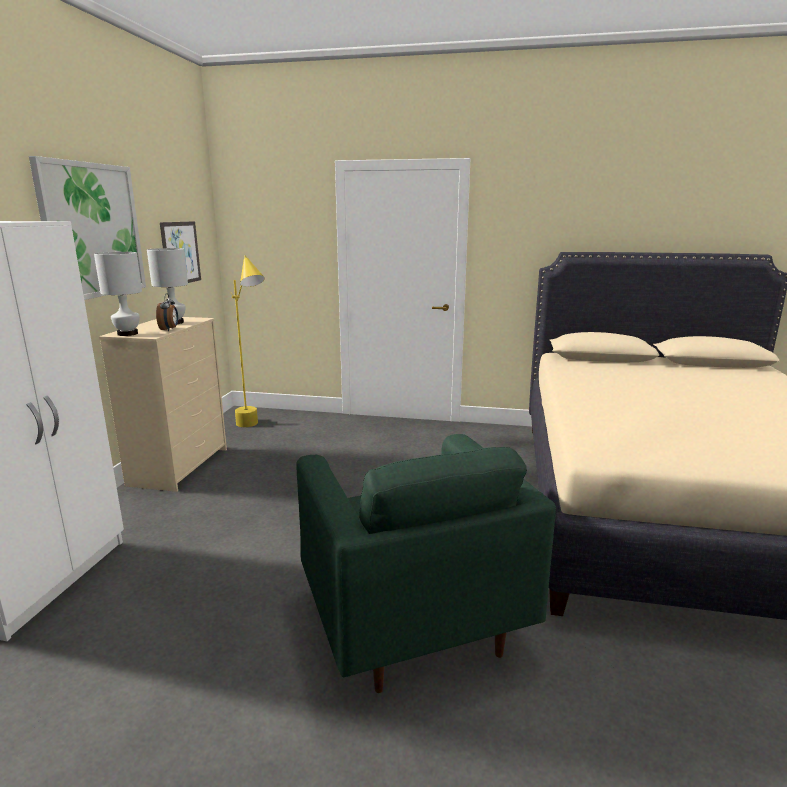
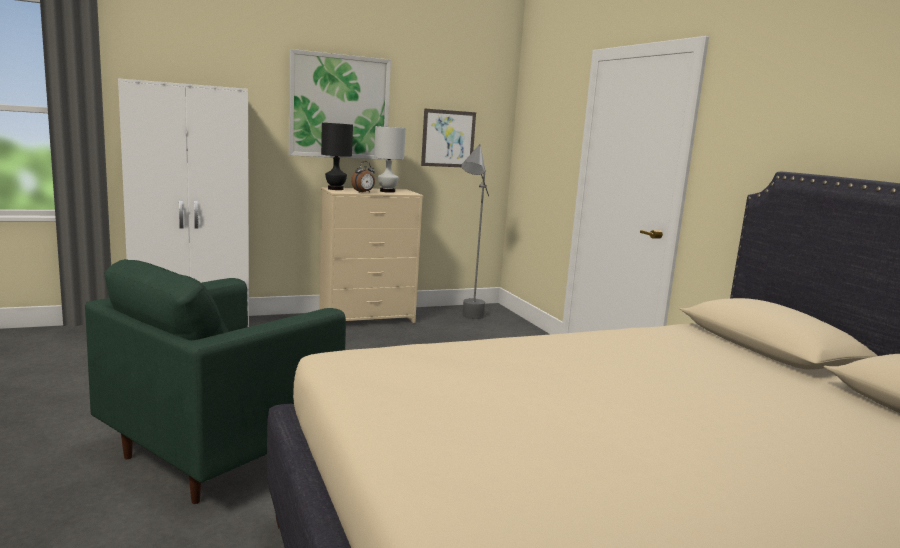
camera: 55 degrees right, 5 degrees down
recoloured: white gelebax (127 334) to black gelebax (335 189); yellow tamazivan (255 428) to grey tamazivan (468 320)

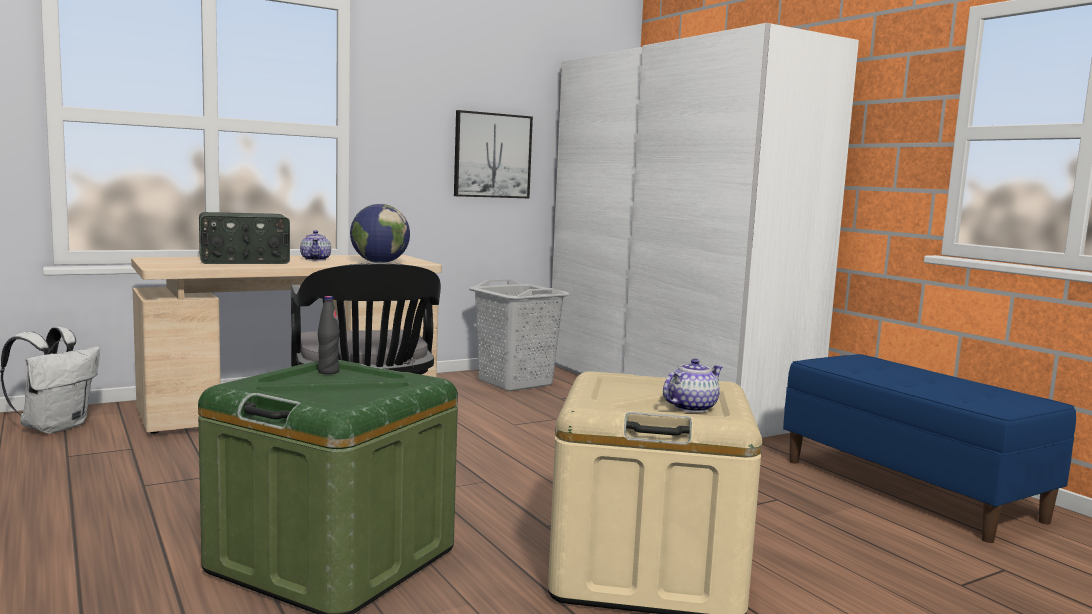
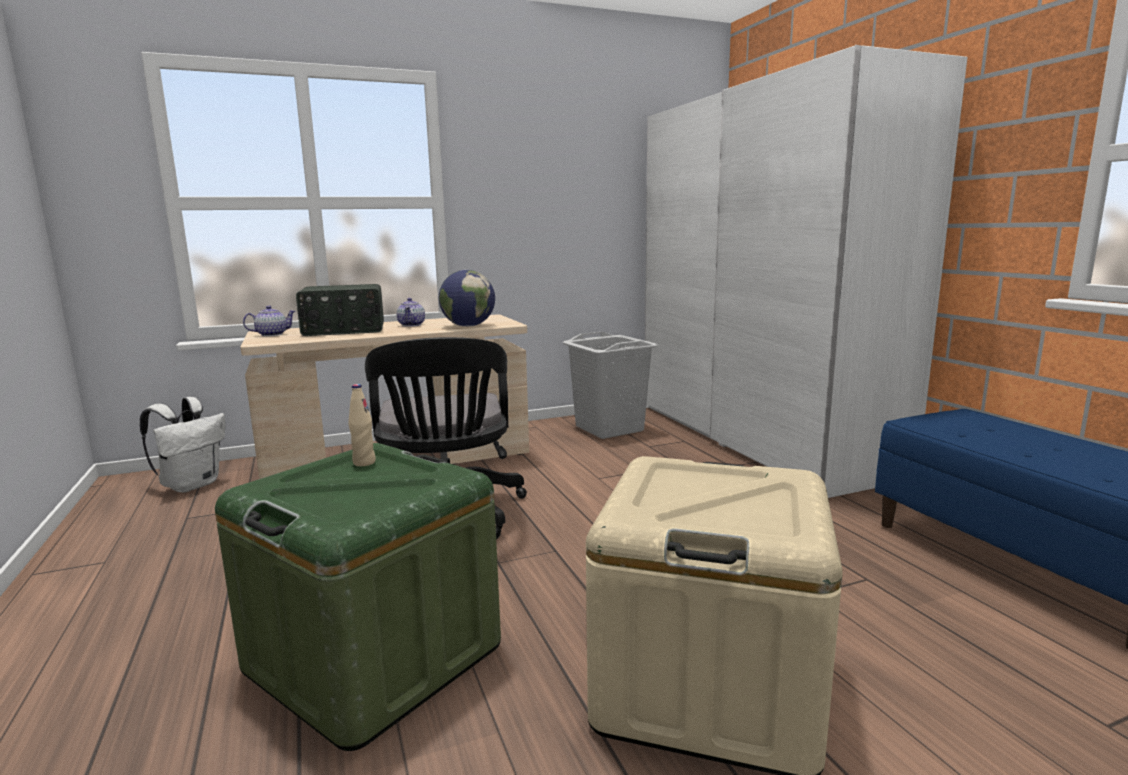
camera: 10 degrees right, 5 degrees up
removed: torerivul (492 155)
moved: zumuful (690 407) to (271 334)
recoloured: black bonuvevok (328 372) to beige bonuvevok (364 462)

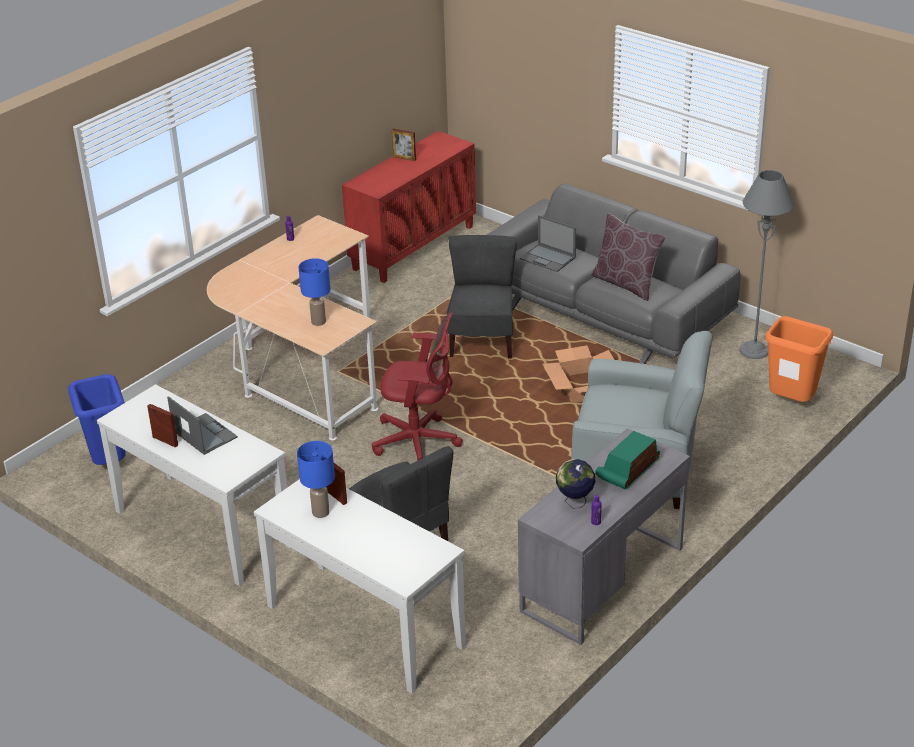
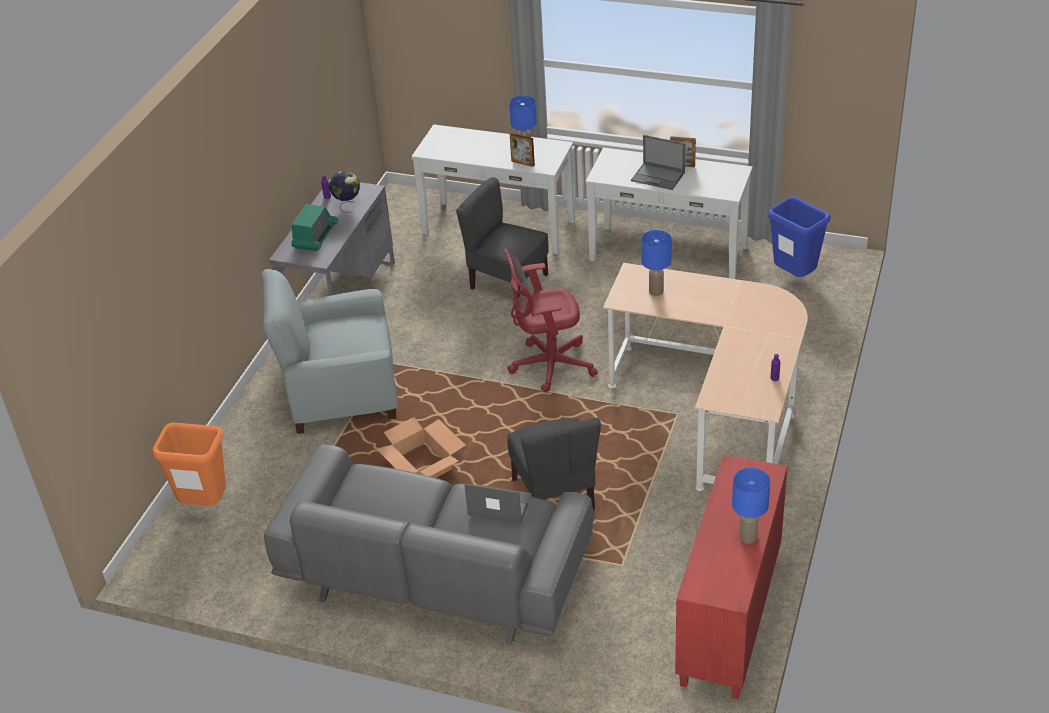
camera: 160 degrees right, 5 degrees up
removed: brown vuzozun (626 284); grey tamazivan (754 350)
replaced: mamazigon (404 158) to blue gelebax (747 537)

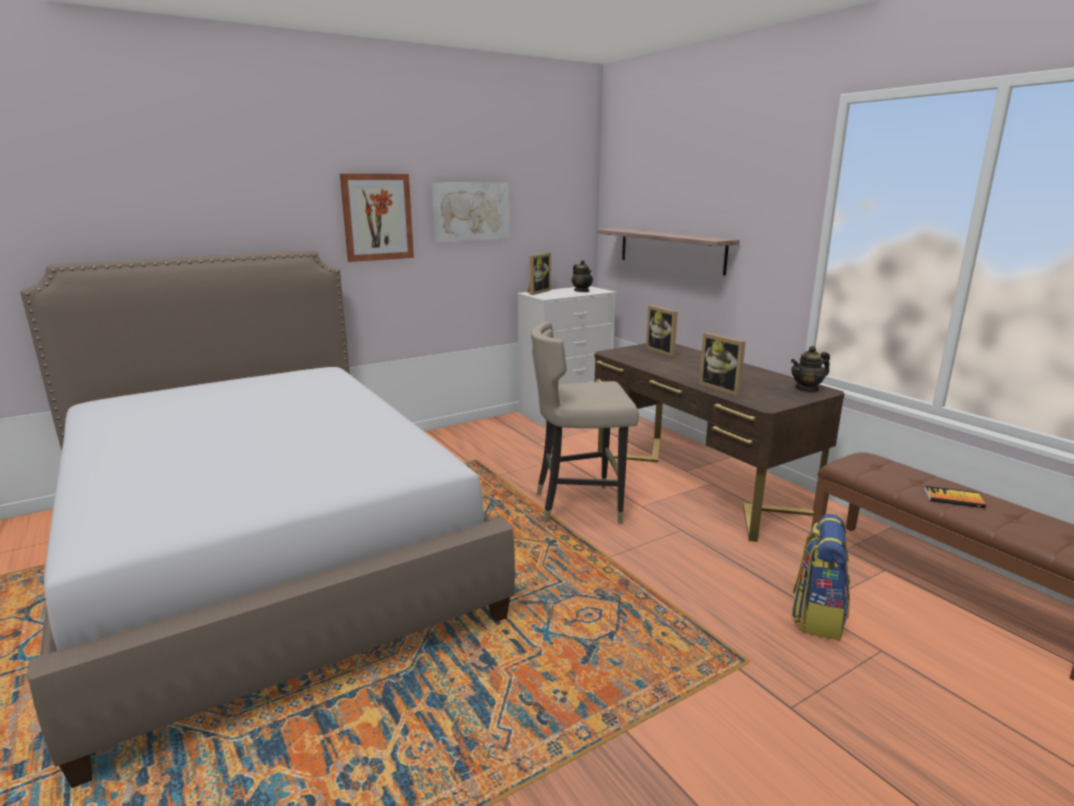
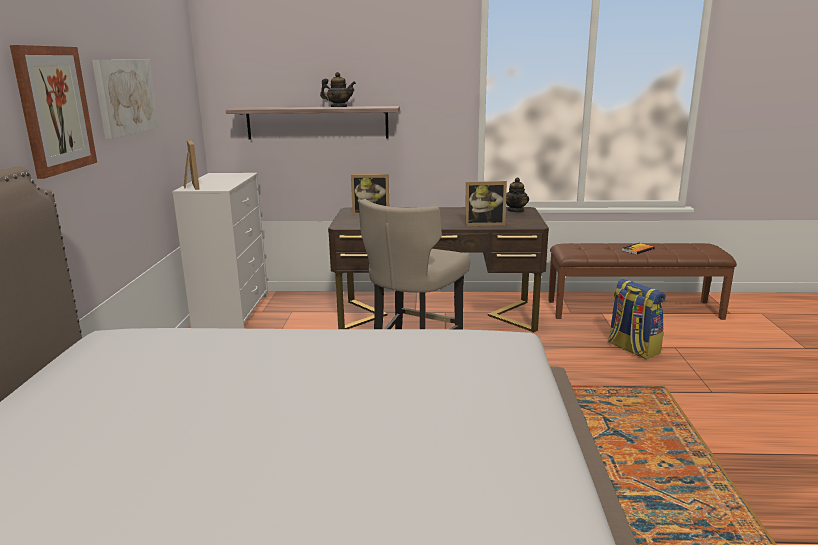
camera: 55 degrees left, 0 degrees up
moved: zumuful (582 291) to (339 107)

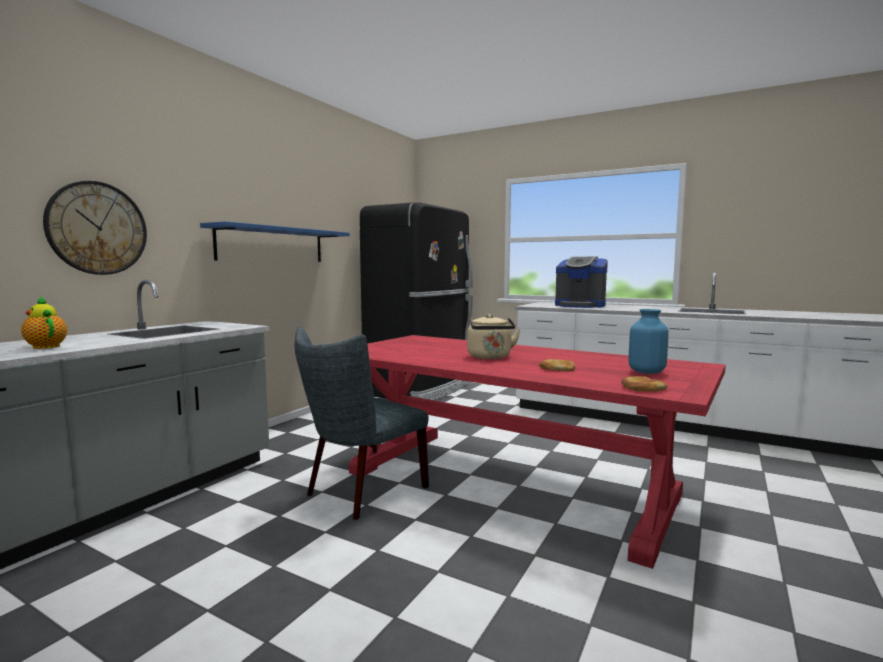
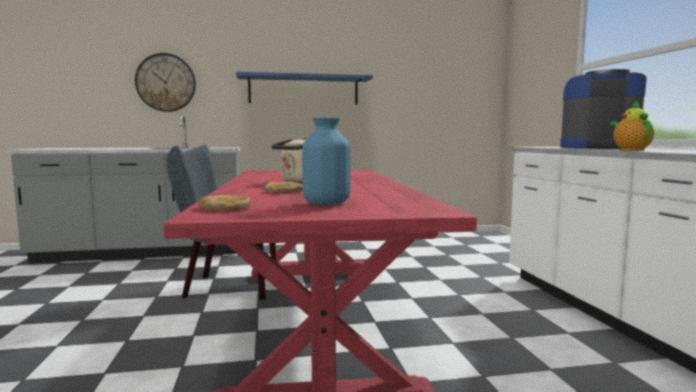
camera: 50 degrees right, 0 degrees up
removed: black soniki (421 389)
moved: zumuful (45 346) to (630 150)
turned: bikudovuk (580 306) = (597 148) 120 degrees clockwise

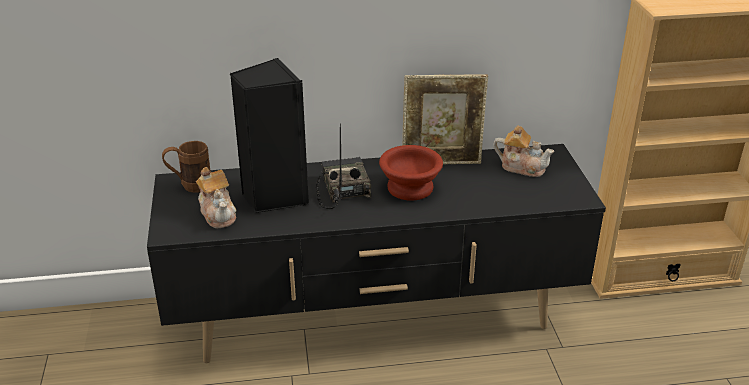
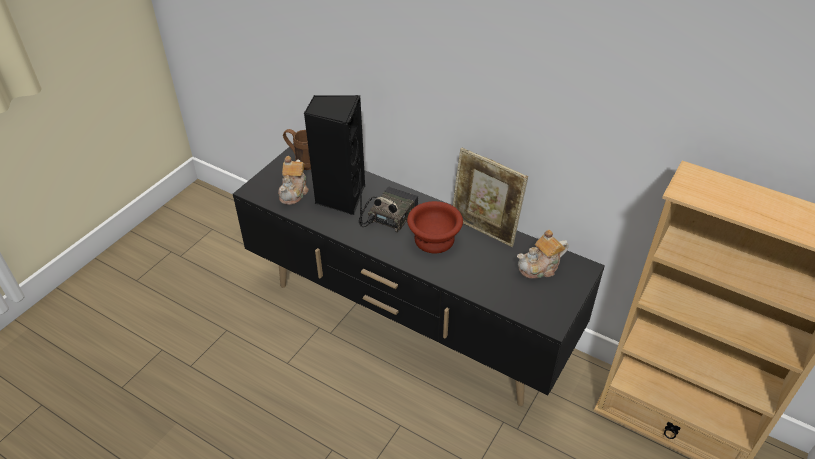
camera: 40 degrees right, 10 degrees up
turned: zumuful (522 167) = (540 268) 90 degrees clockwise

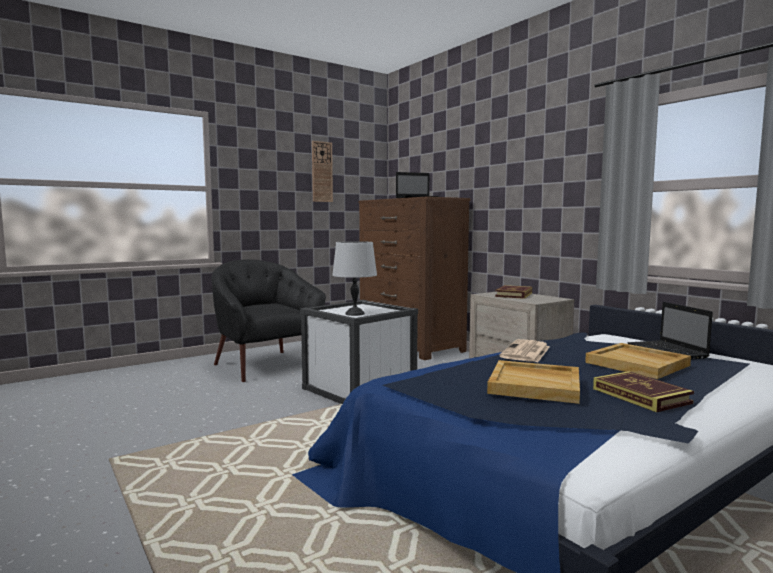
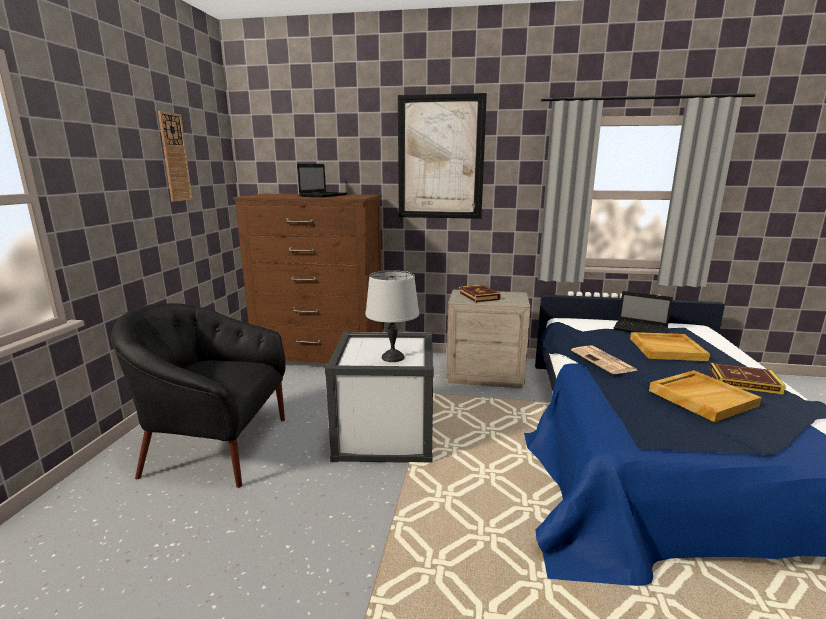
camera: 45 degrees left, 10 degrees up
added: torerivul (440 158)

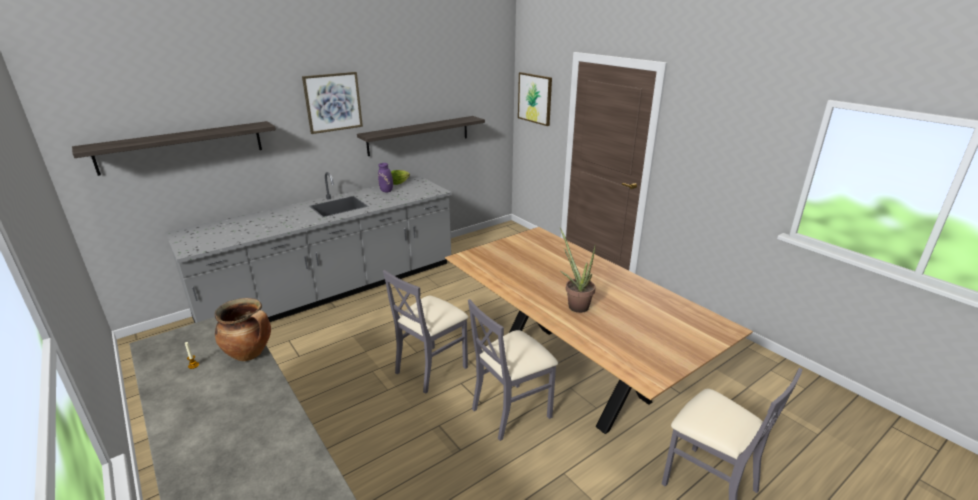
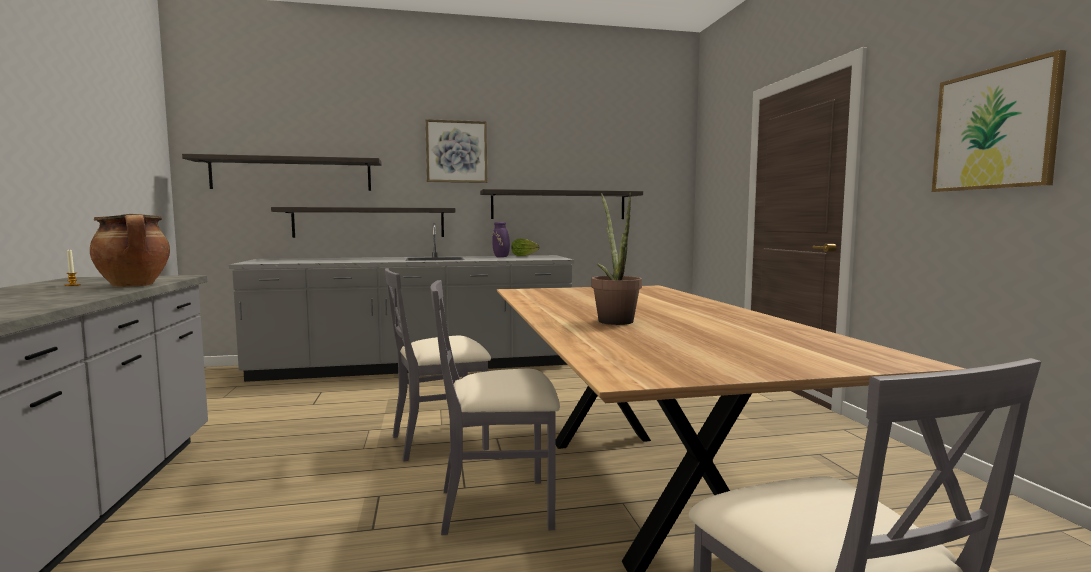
camera: 25 degrees right, 20 degrees down
added: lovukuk (369 222)
moved: torerivul (535 98) to (994 129)

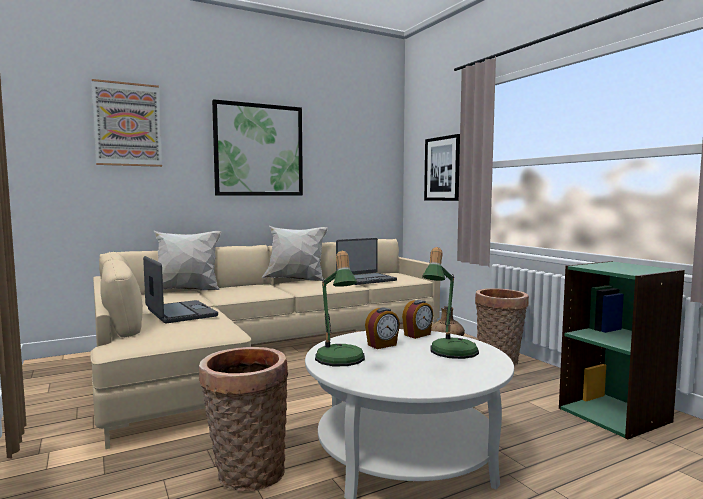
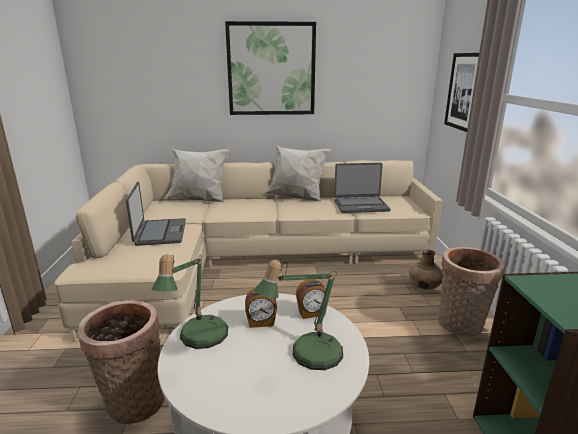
camera: 25 degrees right, 15 degrees up
removed: torerivul (128 124)

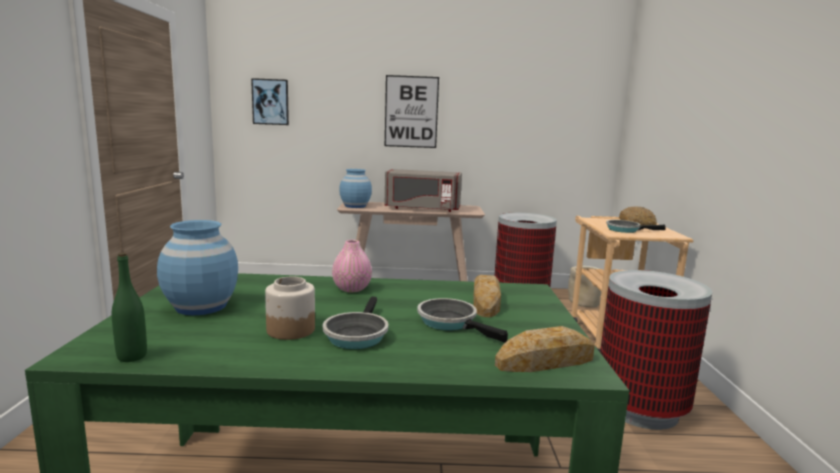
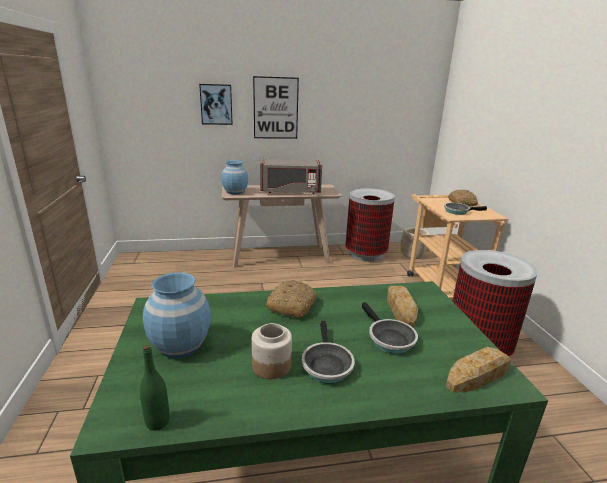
camera: 10 degrees left, 10 degrees up
moved: torerivul (270 102) to (216 104)
replaced: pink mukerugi (351 289) to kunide (292 305)
turned: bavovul (451 322) = (388 338) 150 degrees counterclockwise

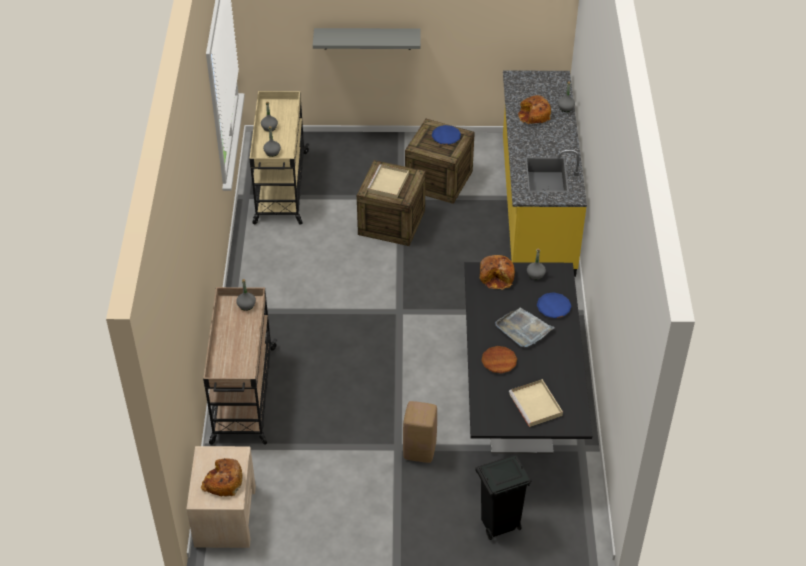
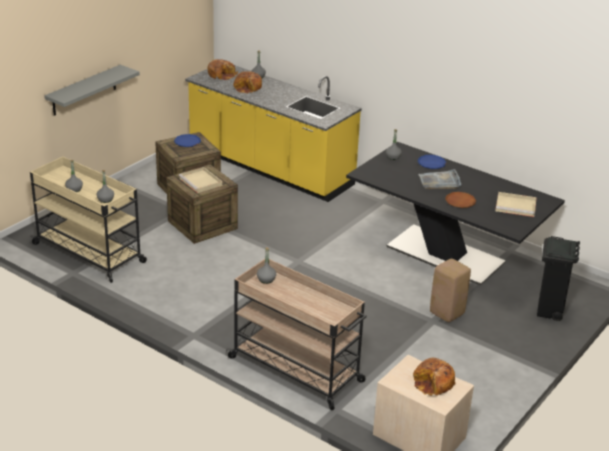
camera: 55 degrees left, 15 degrees down
moved: kunide (497 276) to (222 74)

